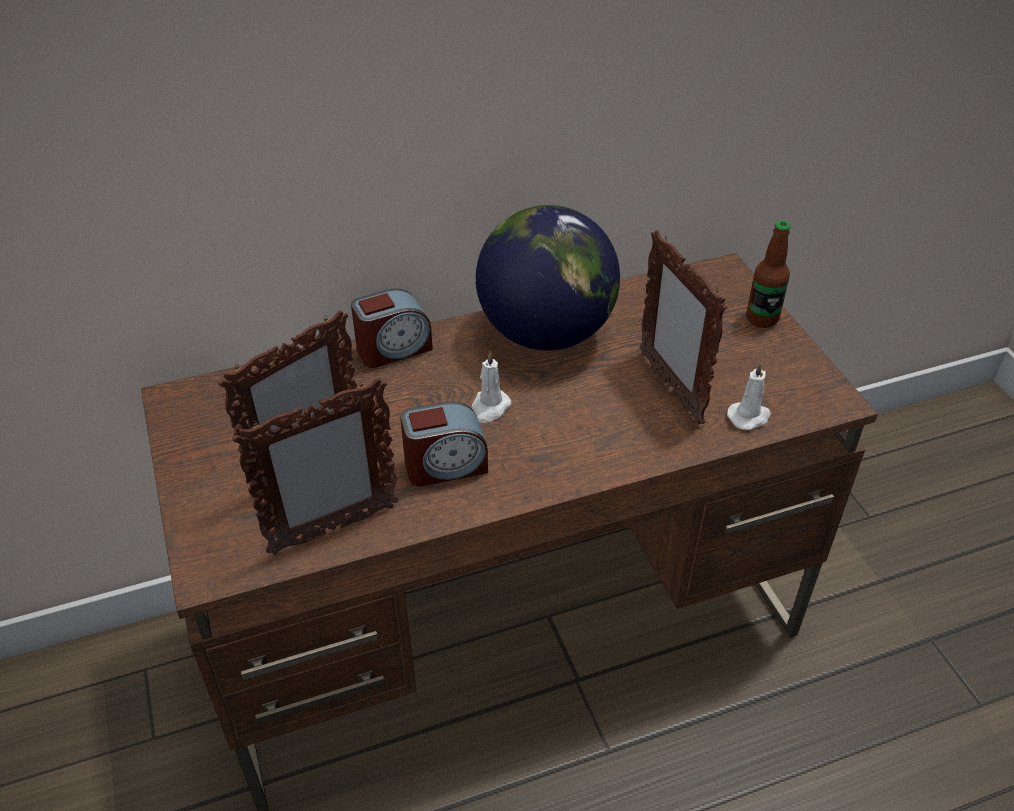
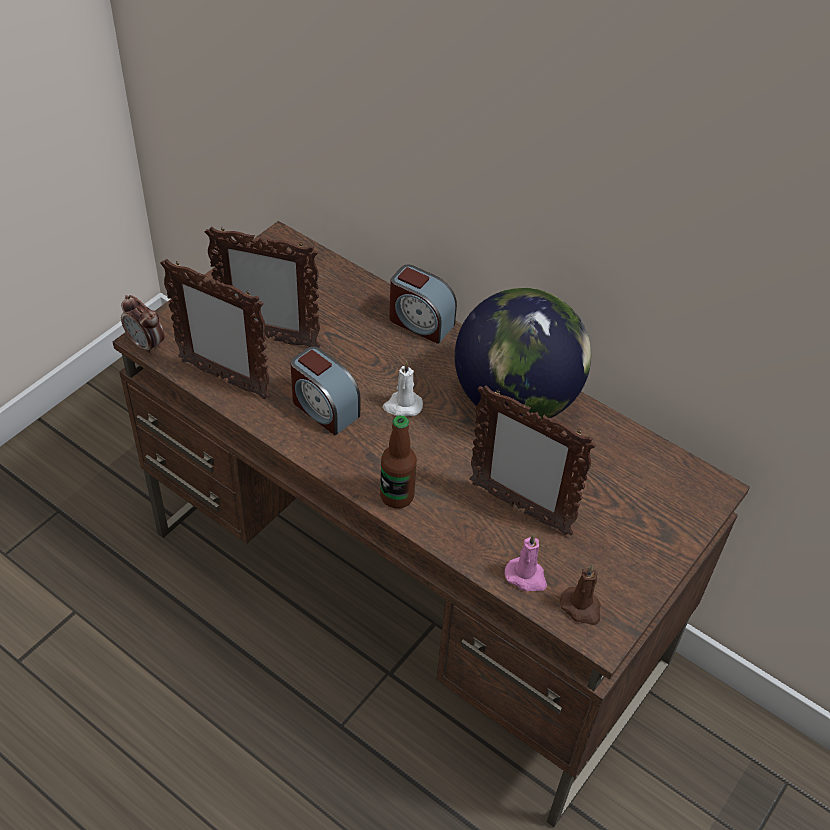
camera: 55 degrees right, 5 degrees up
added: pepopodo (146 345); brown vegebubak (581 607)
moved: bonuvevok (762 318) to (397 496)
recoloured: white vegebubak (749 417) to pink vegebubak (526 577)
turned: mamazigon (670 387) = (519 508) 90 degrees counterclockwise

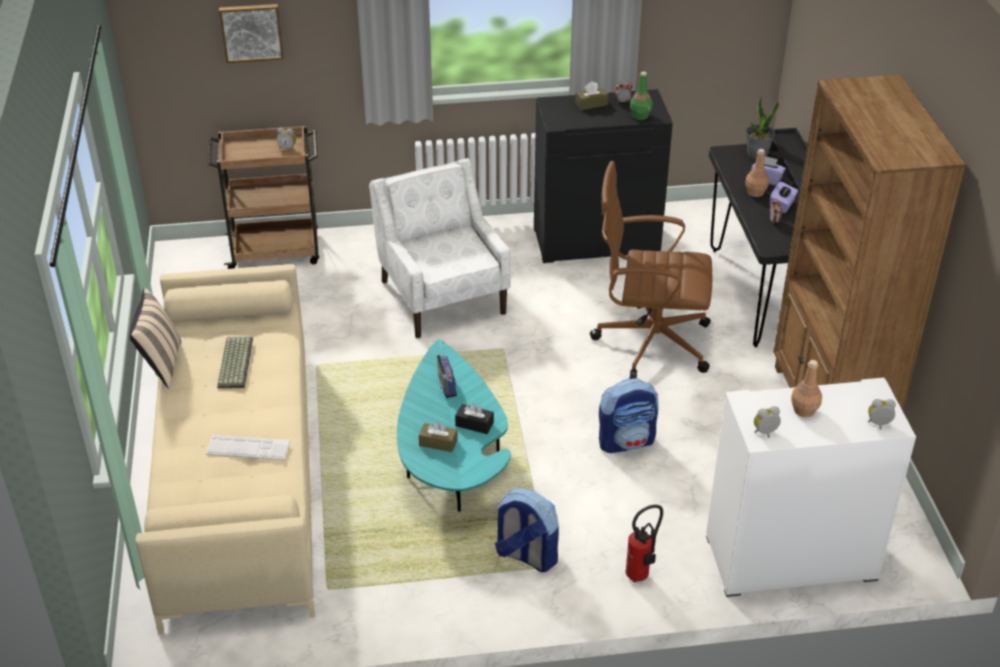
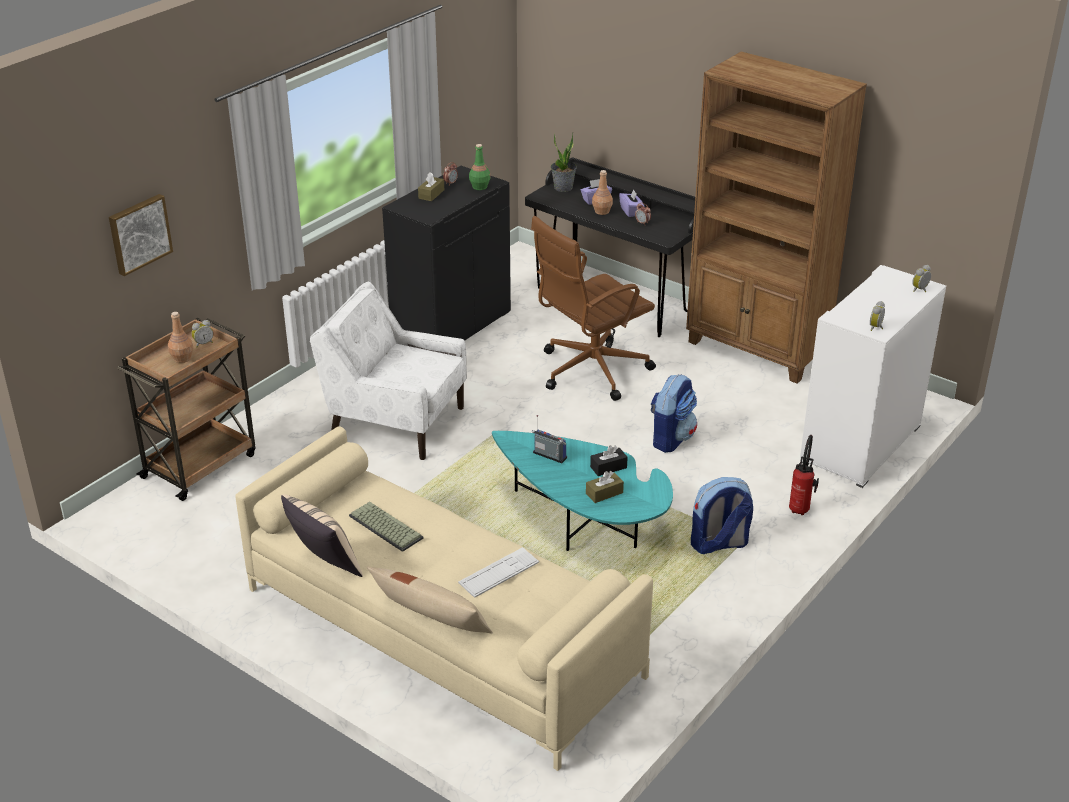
camera: 45 degrees left, 5 degrees down
added: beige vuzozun (430 619)
moved: brown bonuvevok (803 410) to (182 358)

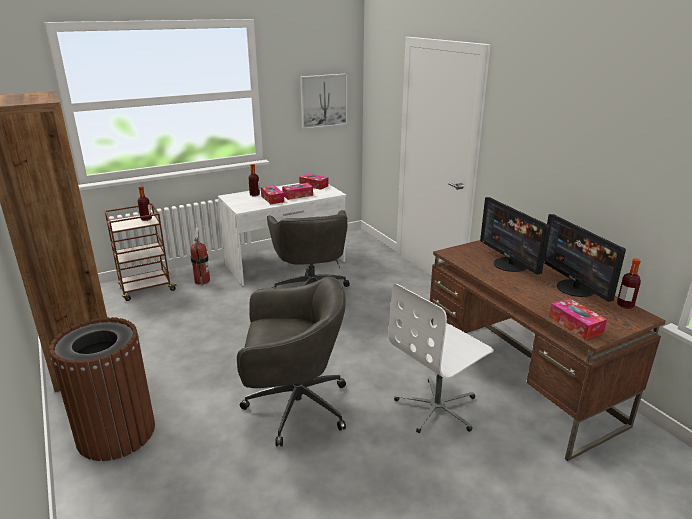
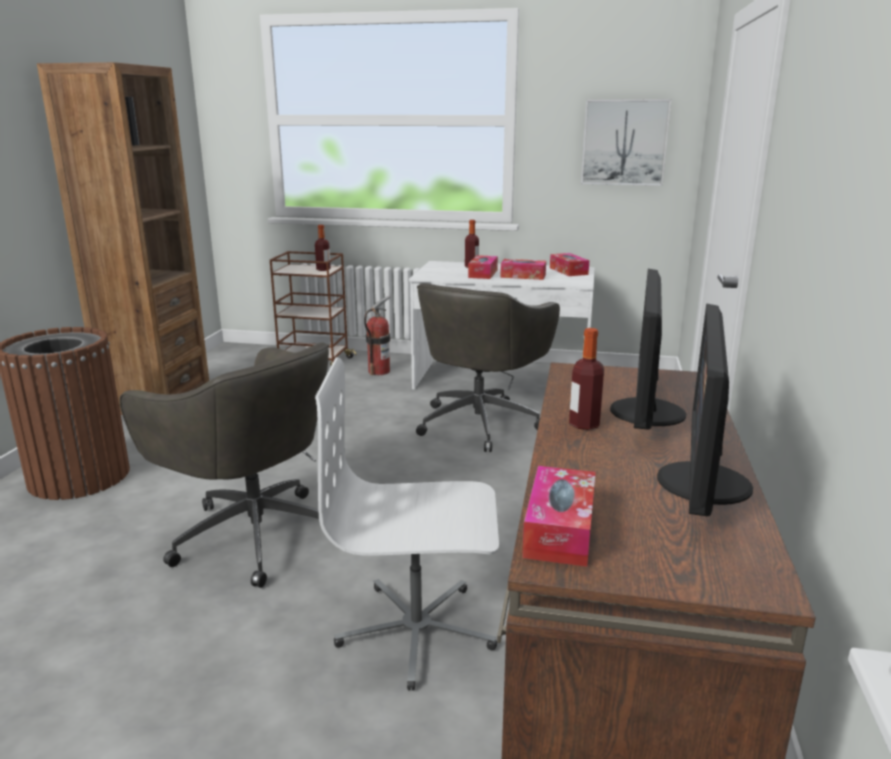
camera: 40 degrees right, 5 degrees down
moved: bonuvevok (625 305) to (584 424)

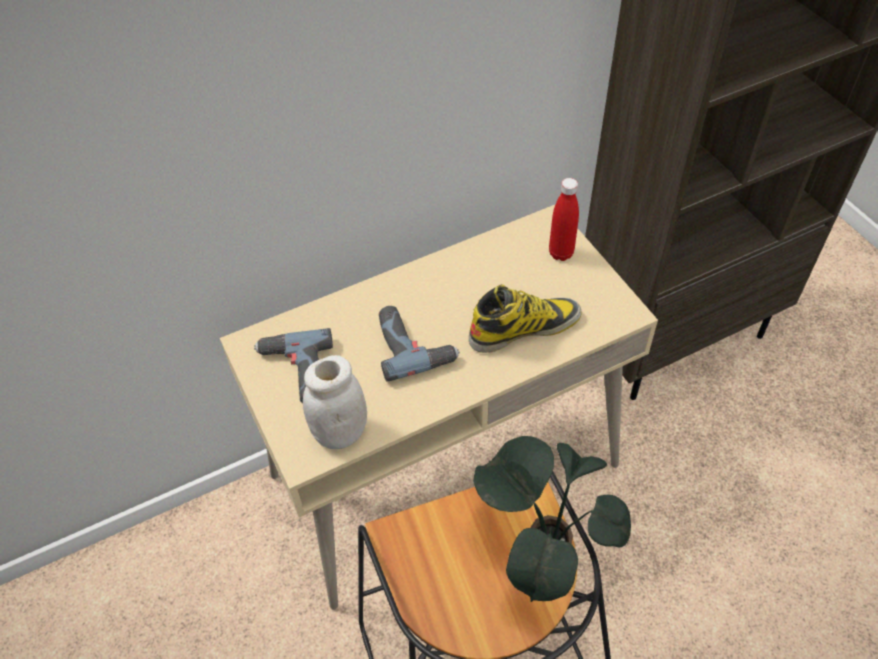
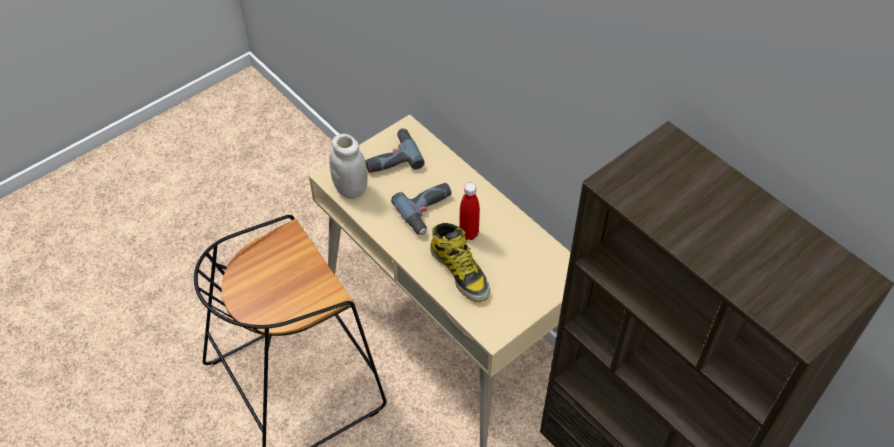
camera: 75 degrees right, 0 degrees up
removed: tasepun (541 555)
moved: red bonuvevok (561 253) to (469 233)

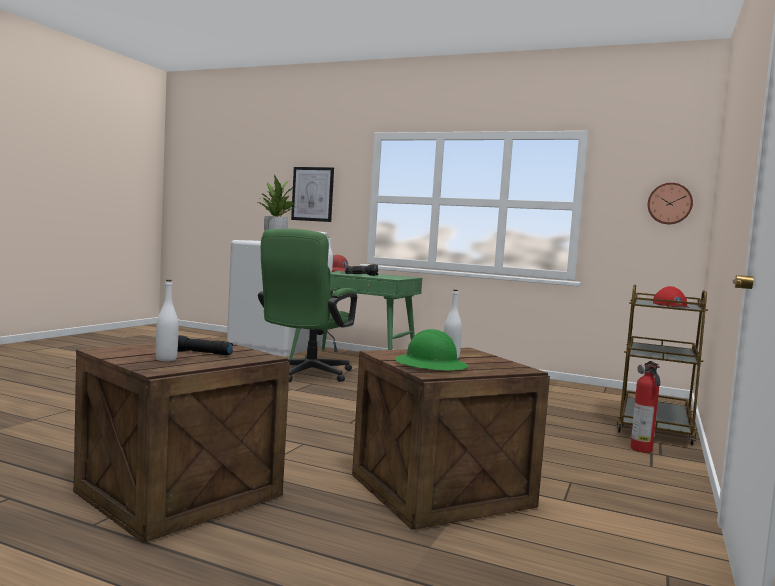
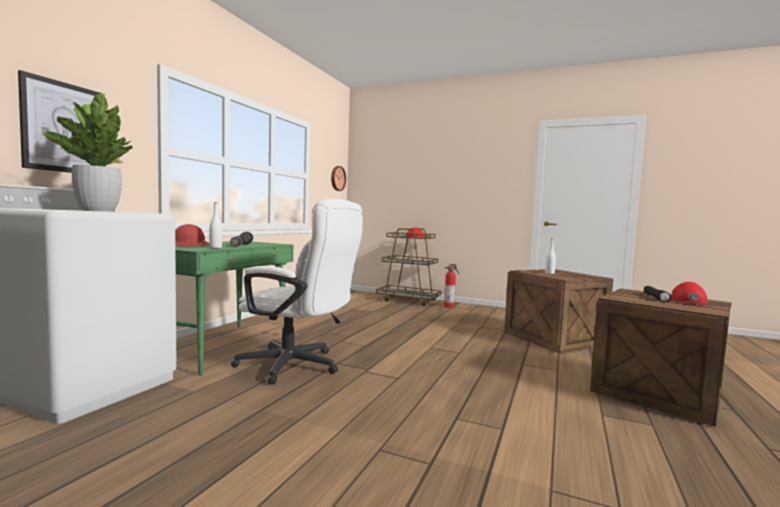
camera: 90 degrees left, 0 degrees up
removed: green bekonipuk (431 365)
replaced: white bonuvevok (166 359) to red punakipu (689 301)
recoloured: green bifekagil (305 375) to white bifekagil (297 366)

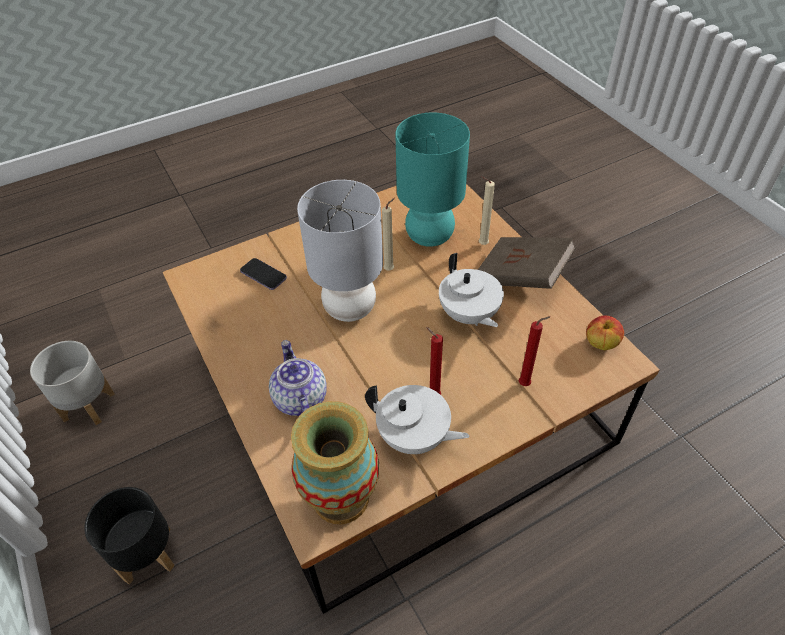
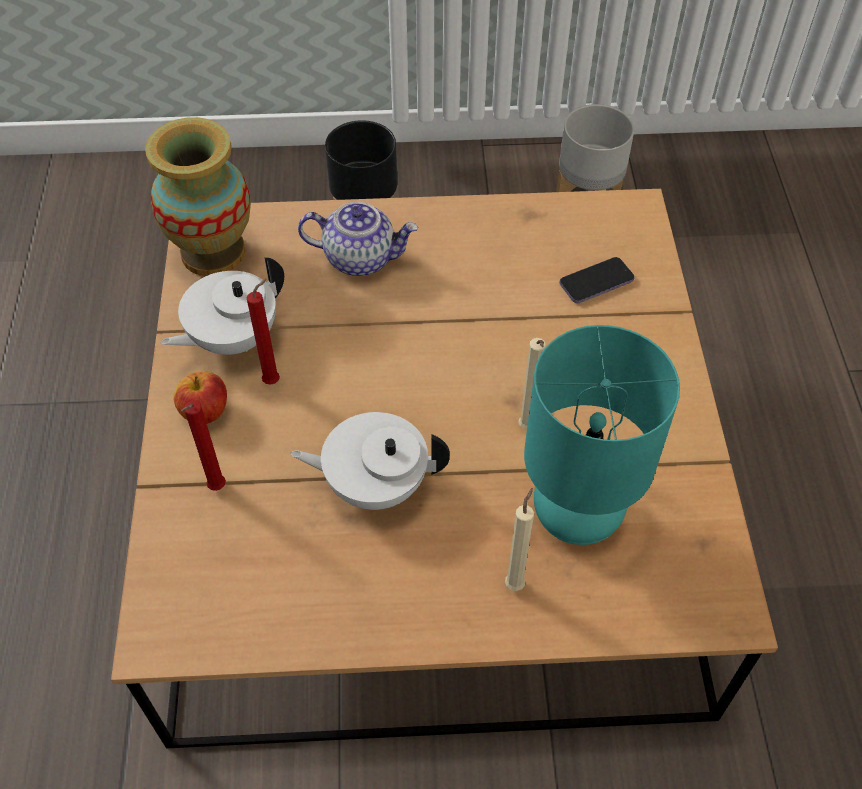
camera: 115 degrees right, 5 degrees up
removed: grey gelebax (349 308); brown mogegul (521 278)
moved: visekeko (601 343) to (205 412)

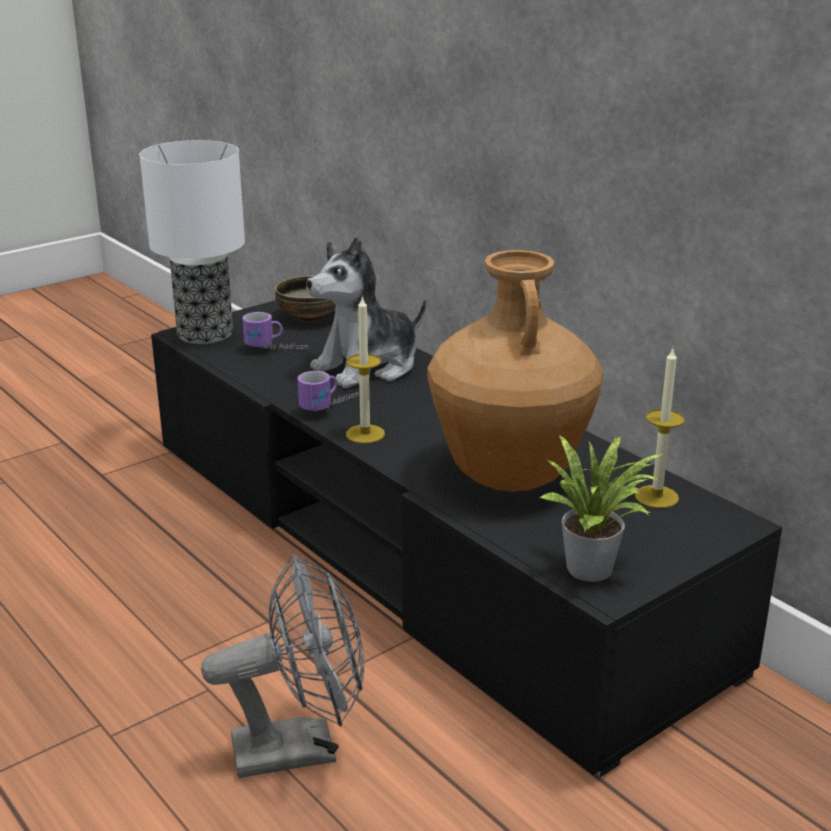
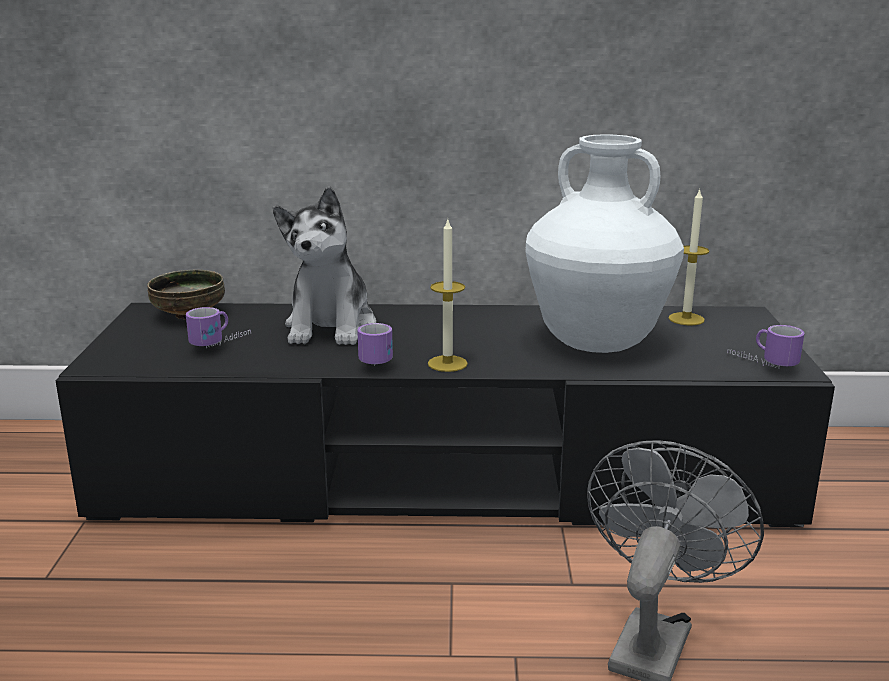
camera: 50 degrees left, 5 degrees down
removed: gelebax (205 334)
replaced: tasepun (596 569) to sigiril (761 364)
recoloured: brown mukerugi (511 477) to white mukerugi (598 344)

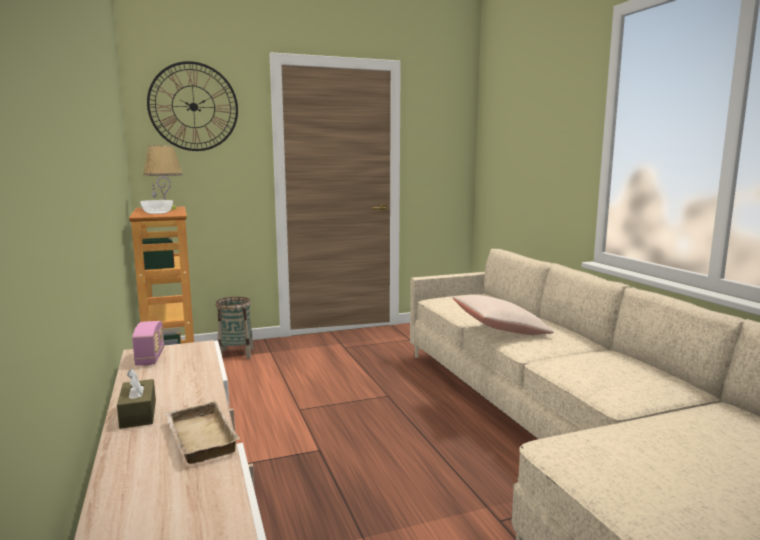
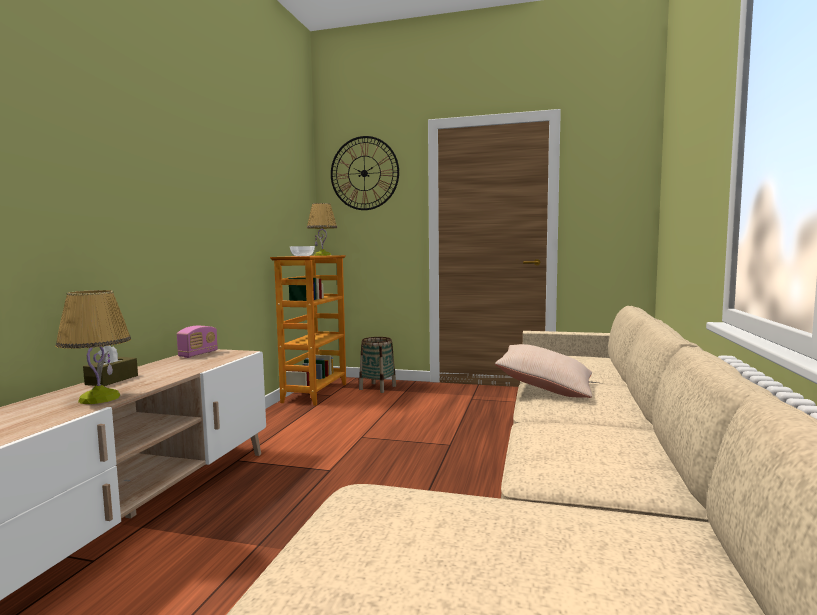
camera: 35 degrees right, 5 degrees down
replaced: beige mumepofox (198 438) to gelebax (99 398)

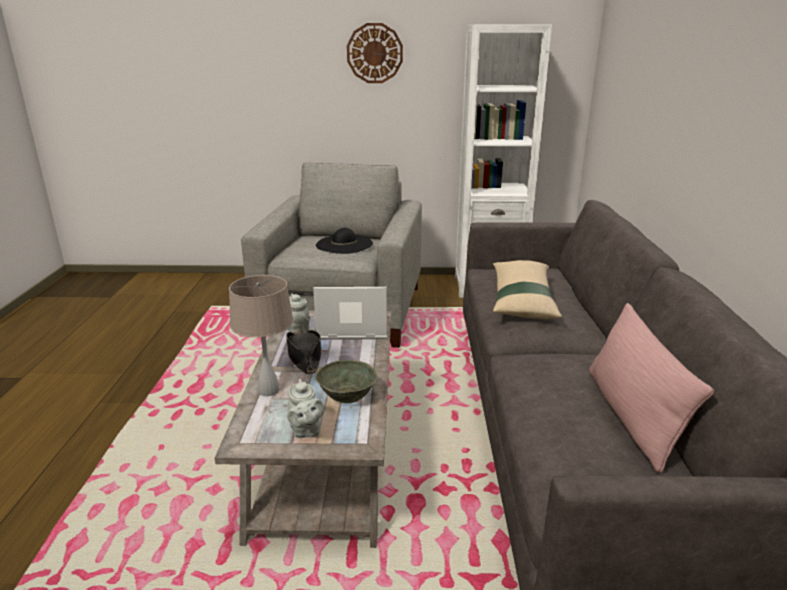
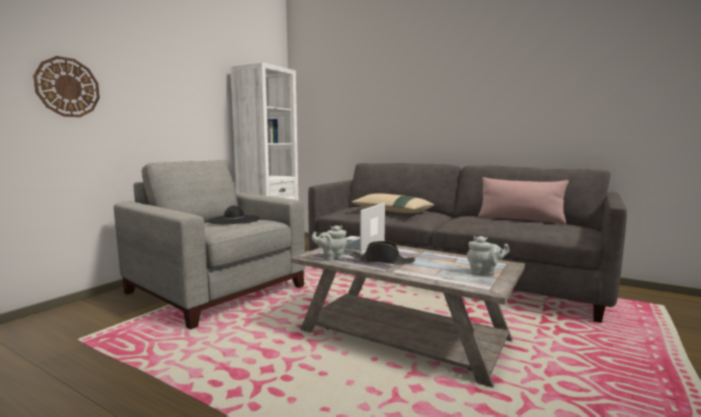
camera: 60 degrees left, 15 degrees down
removed: beige gelebax (268 390); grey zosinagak (346 395)
moved: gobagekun (374 53) to (67 87)

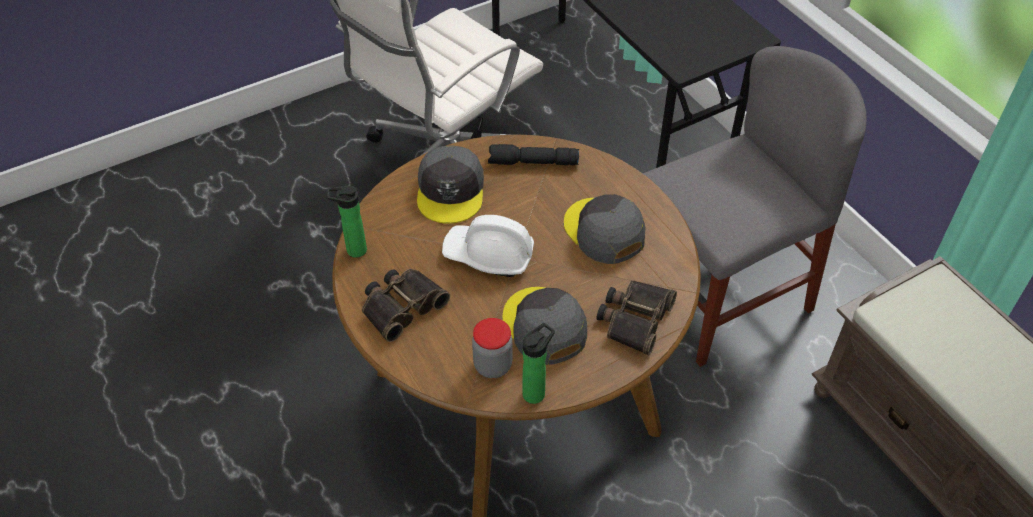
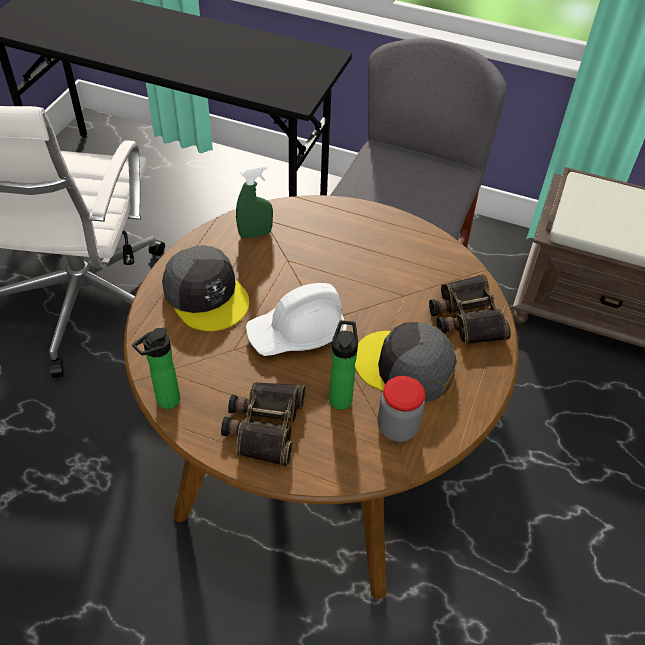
camera: 40 degrees left, 0 degrees up
removed: grey punakipu (603 232)
moved: bonuvevok (536 392) to (340 397)
replaced: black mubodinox (532 163) to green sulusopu (255 234)

